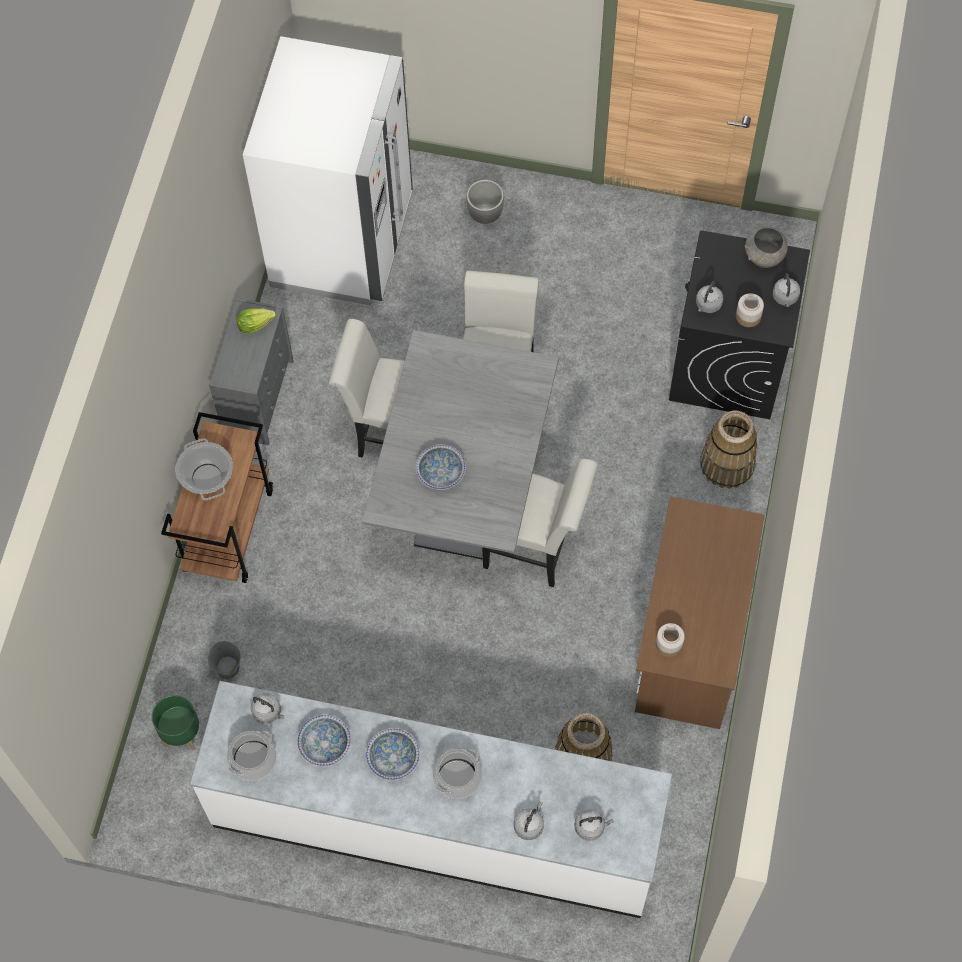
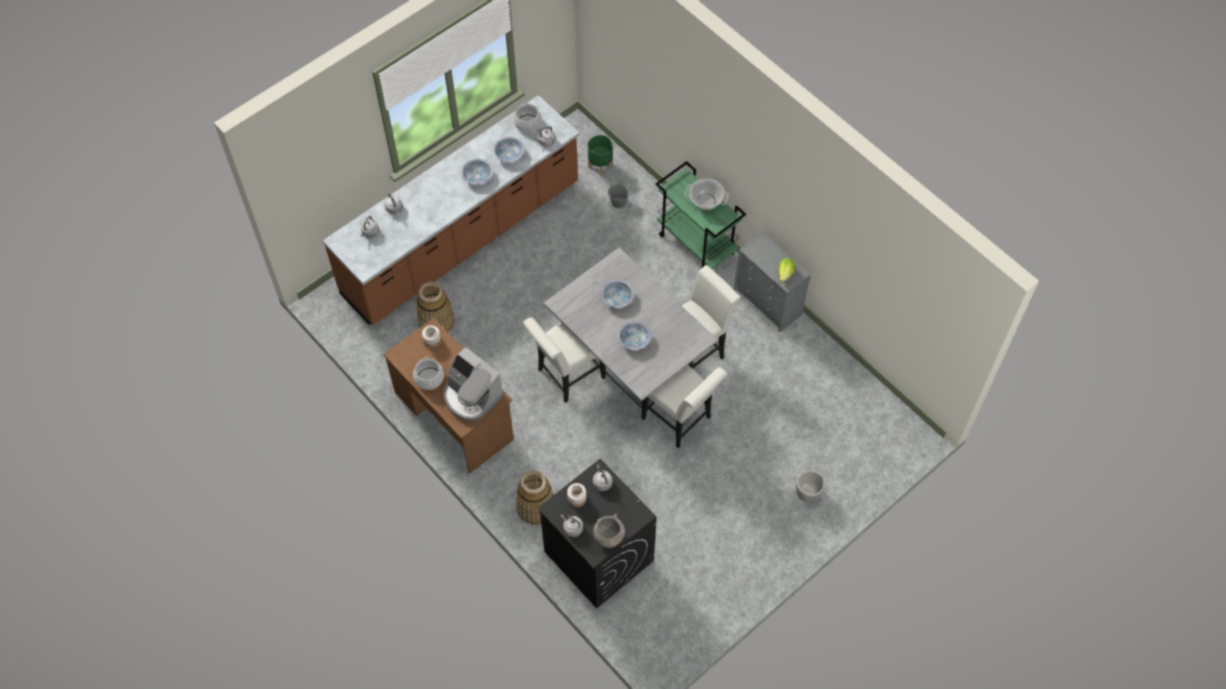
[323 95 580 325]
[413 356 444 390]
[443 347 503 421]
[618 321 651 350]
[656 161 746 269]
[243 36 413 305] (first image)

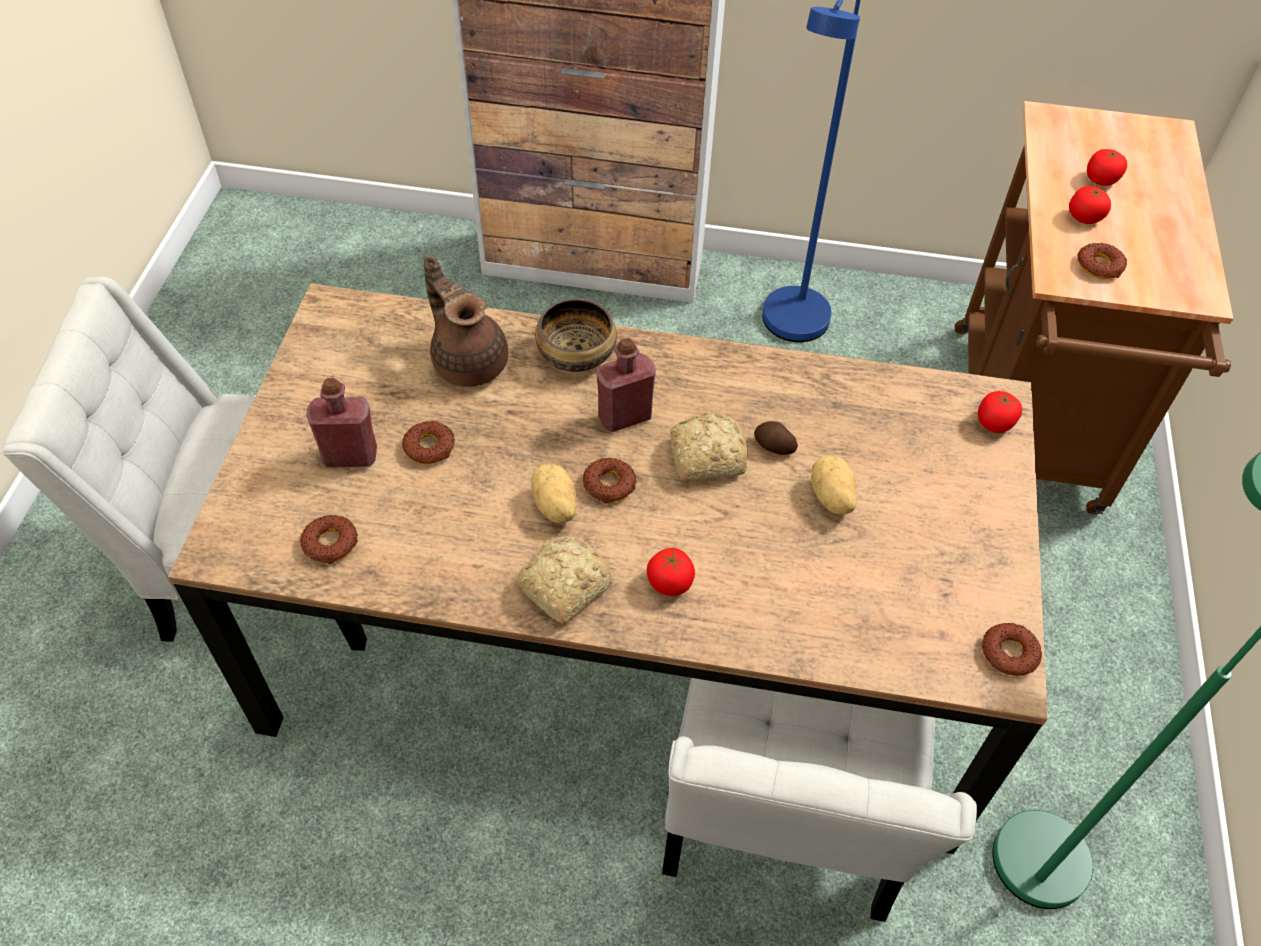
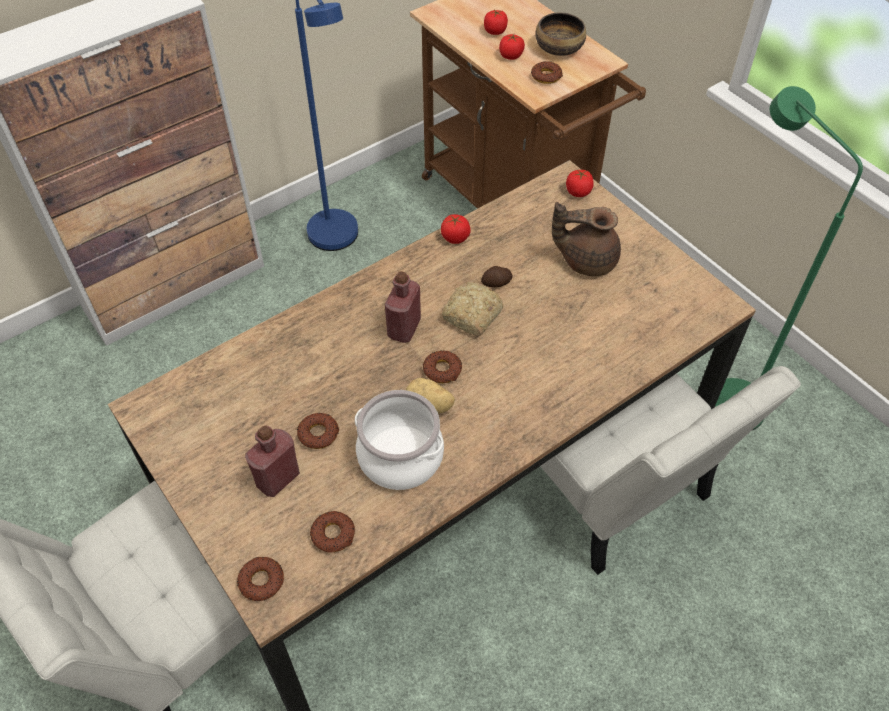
[237 557 284 601]
[355 390 444 490]
[441 214 471 244]
[535 13 586 56]
[552 202 621 276]
[517 536 613 624] (first image)
[811 455 857 515] (first image)

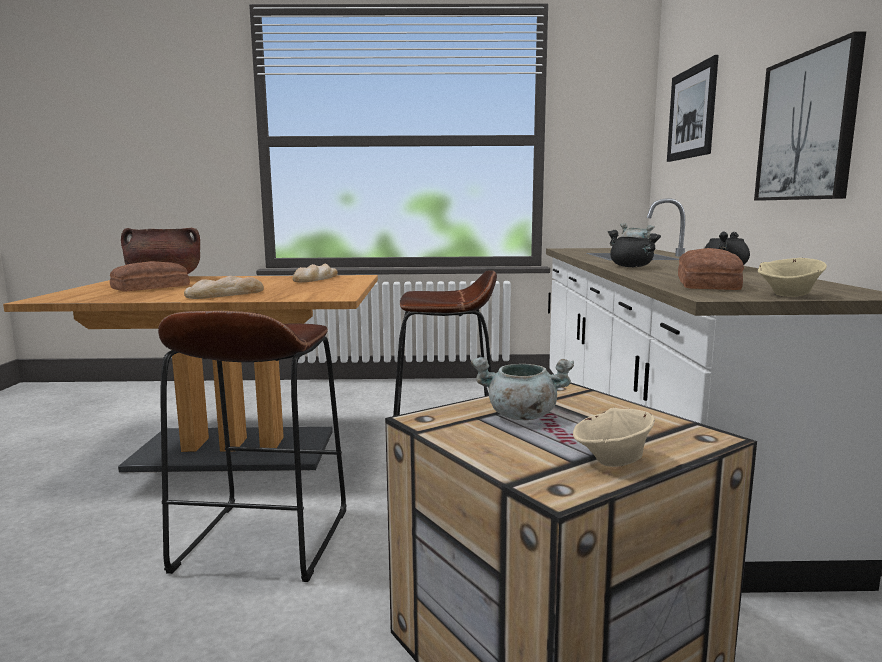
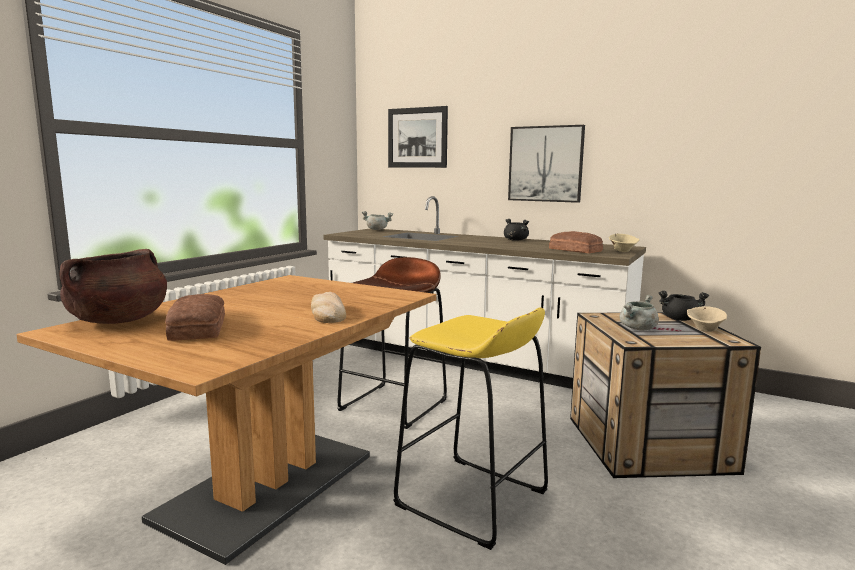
[393 307 548 550]
[659 291 709 321]
[292 264 338 282] (first image)

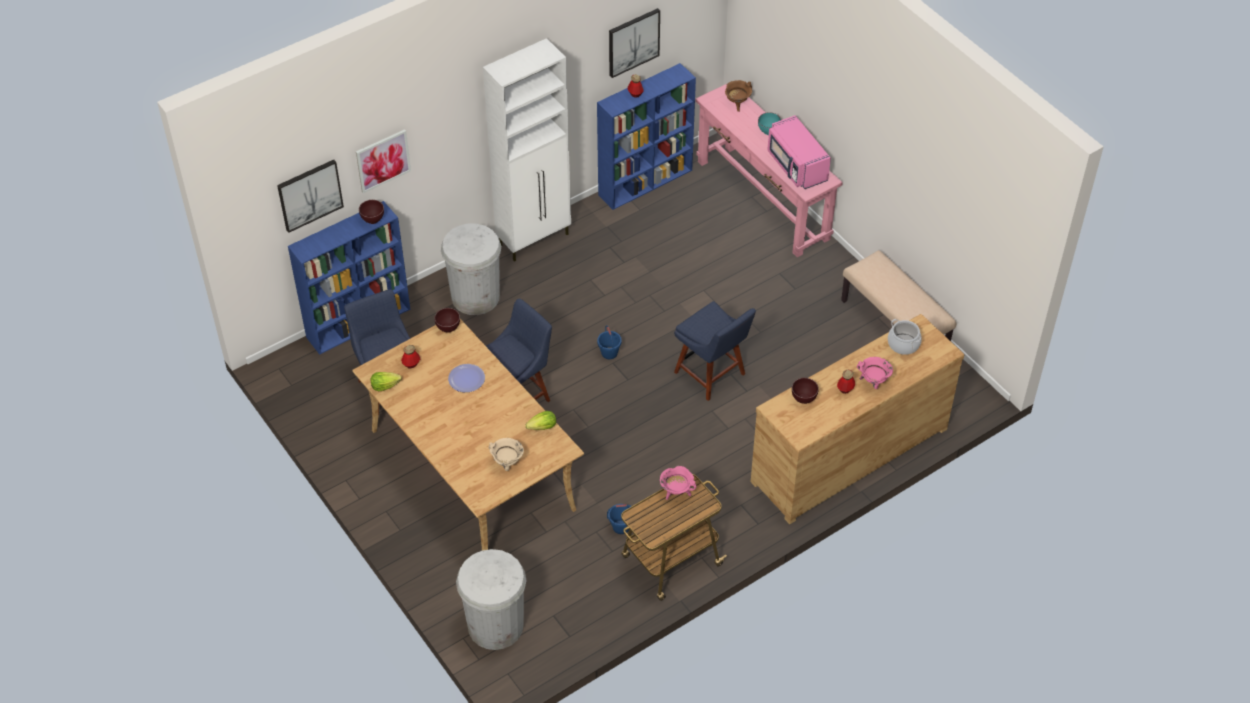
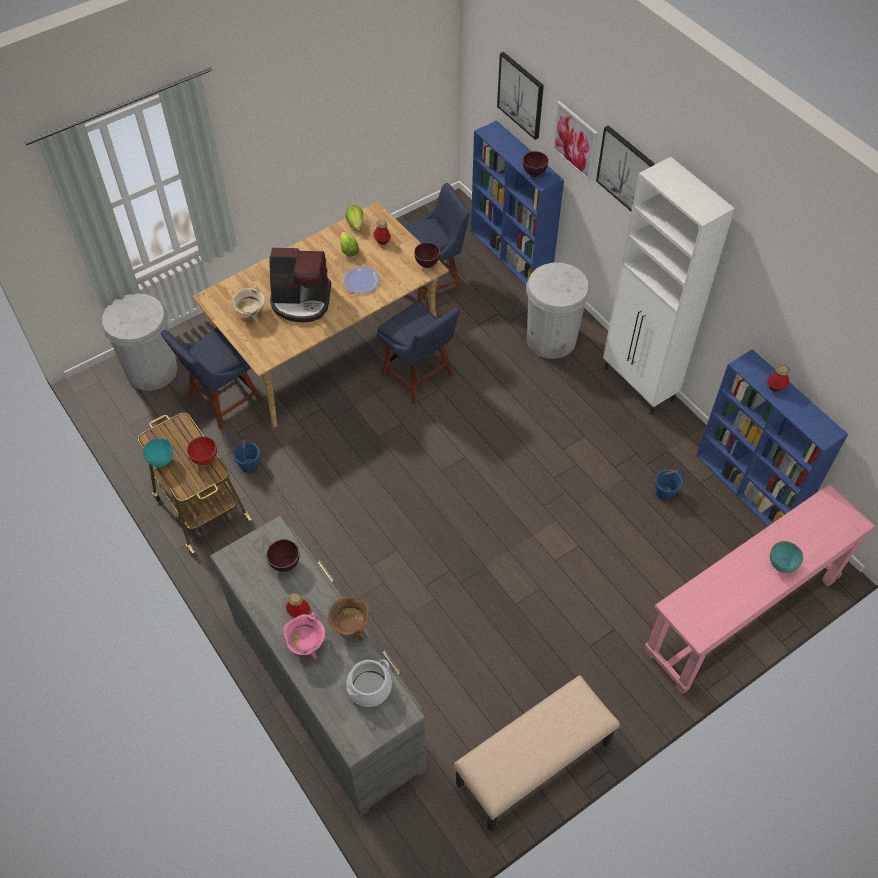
[143 438 173 467]
[161 327 262 429]
[187 437 217 465]
[210 516 426 816]
[269 248 331 322]
[328 597 369 641]
[340 231 359 257]
[596 125 655 211]
[654 469 684 501]
[767 115 831 189] (first image)

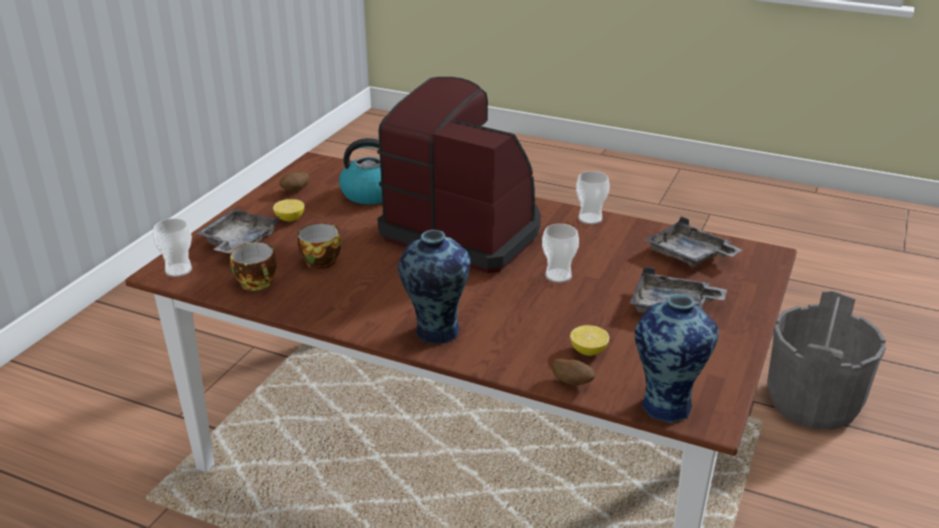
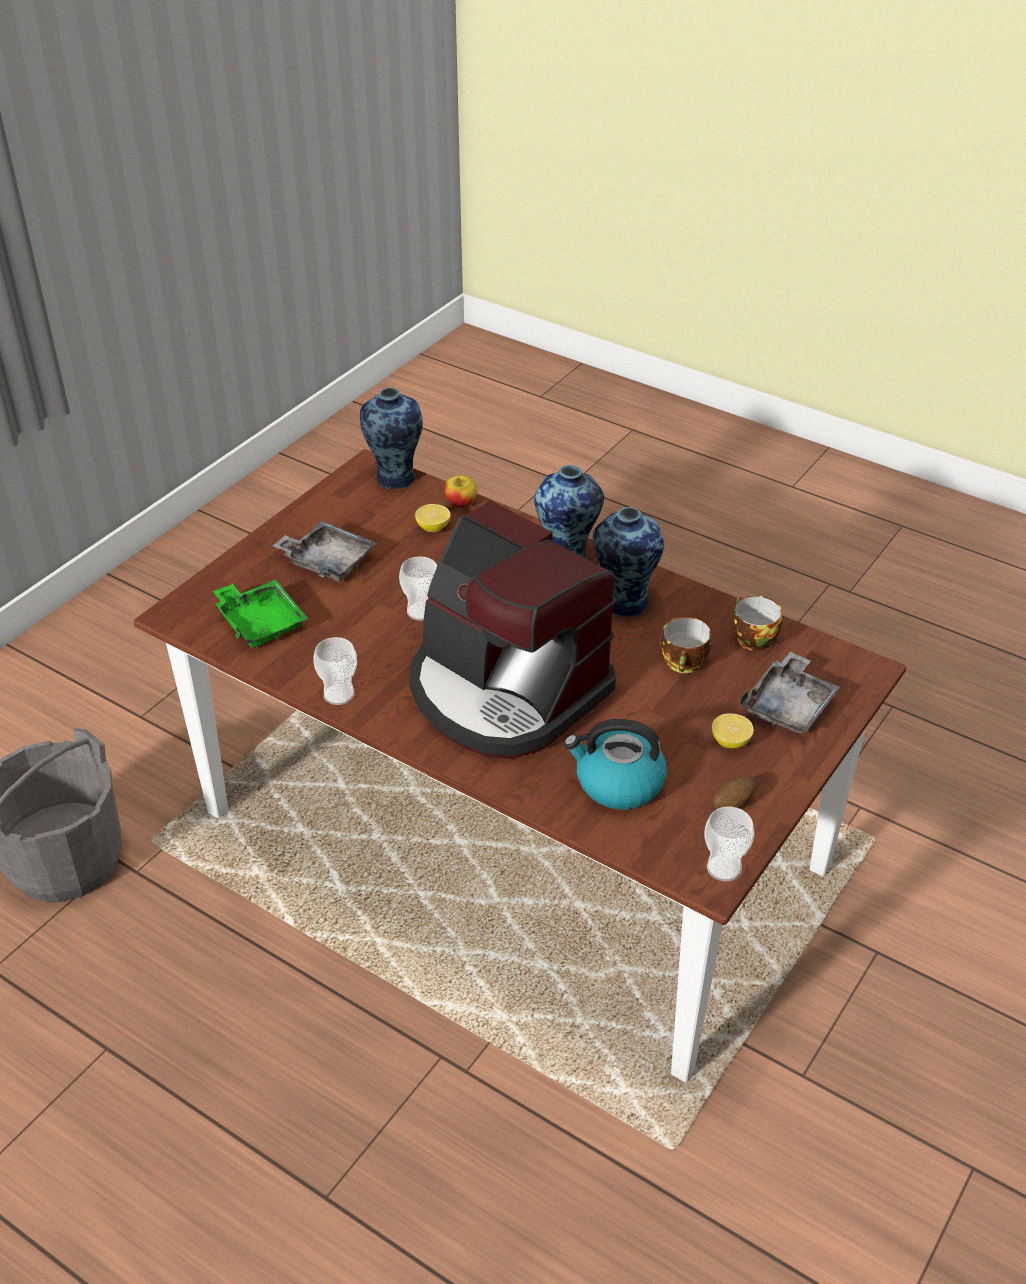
[213 580 308 648]
[444 475 477 508]
[593 507 664 617]
[704 806 754 881]

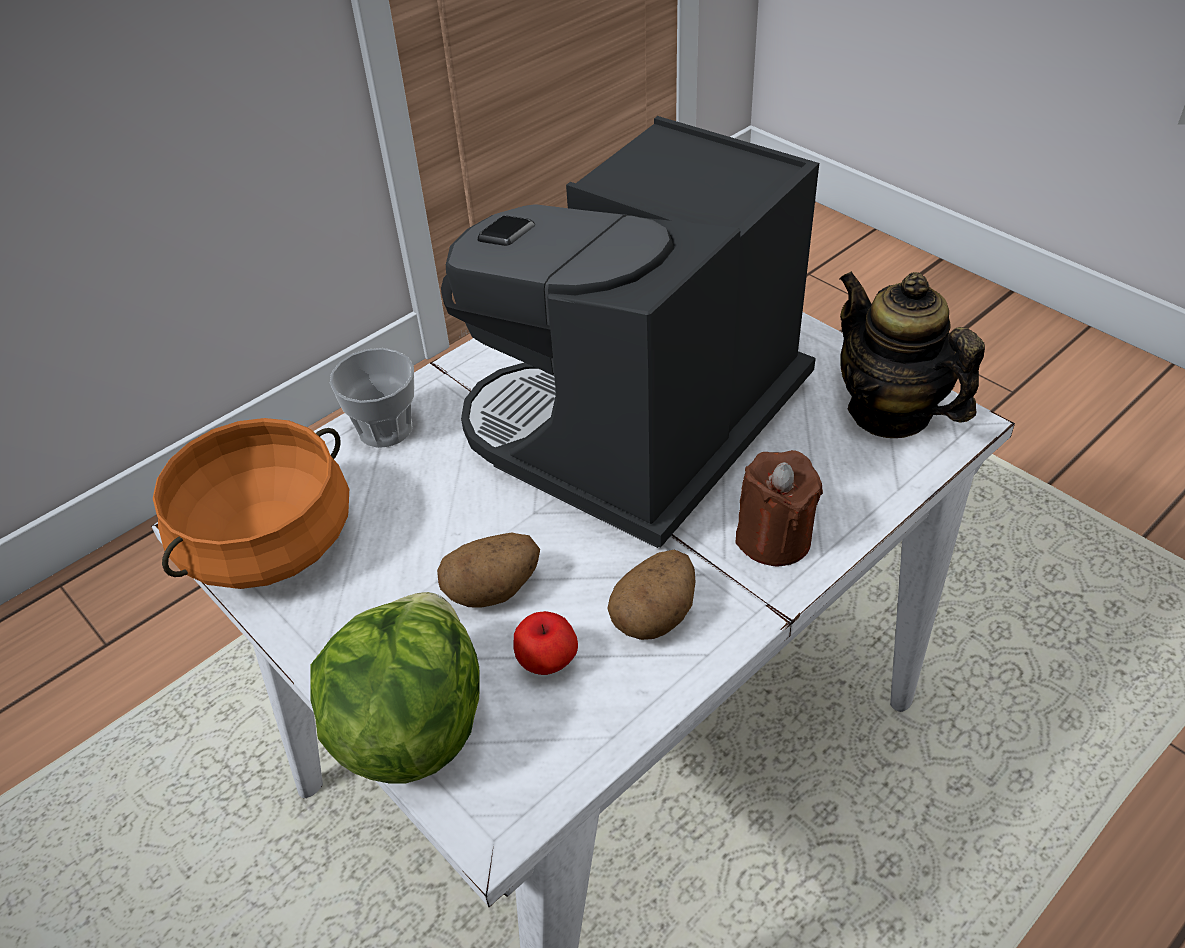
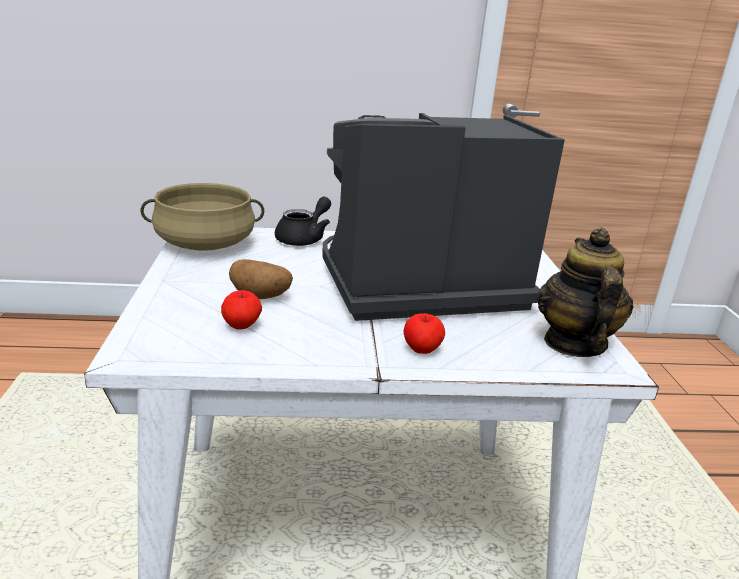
[141 183 264 251]
[275 197 331 246]
[404 313 445 354]
[310 592 480 783] (first image)
[607 549 695 640] (first image)

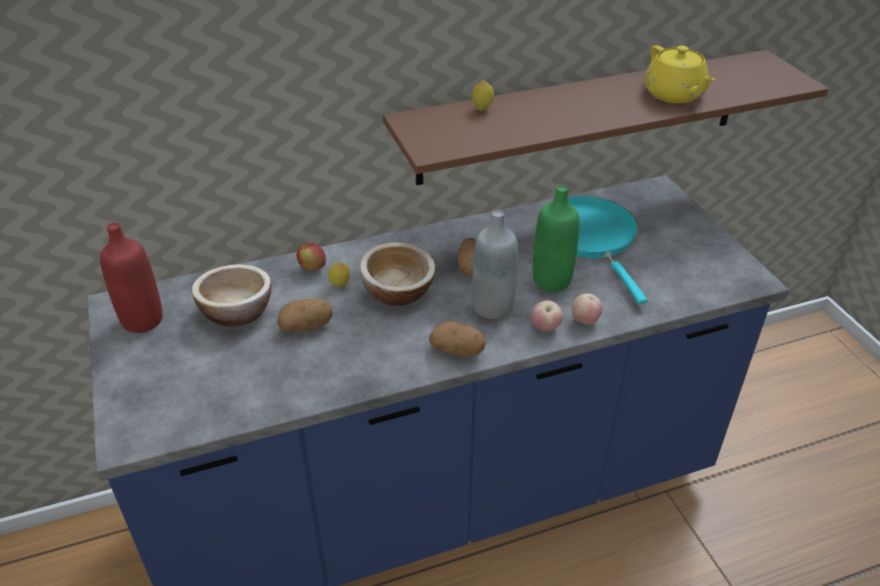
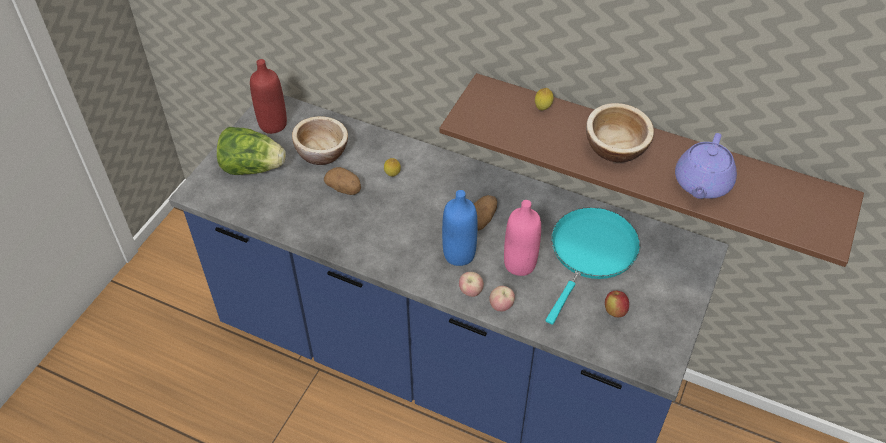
[217 127 286 175]
[442 190 477 266]
[504 200 541 276]
[586 103 654 163]
[605 291 629 317]
[675 133 737 199]
[429 321 485 357] (first image)

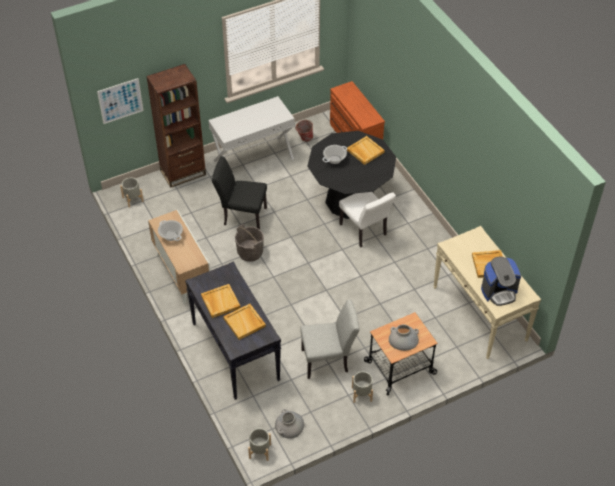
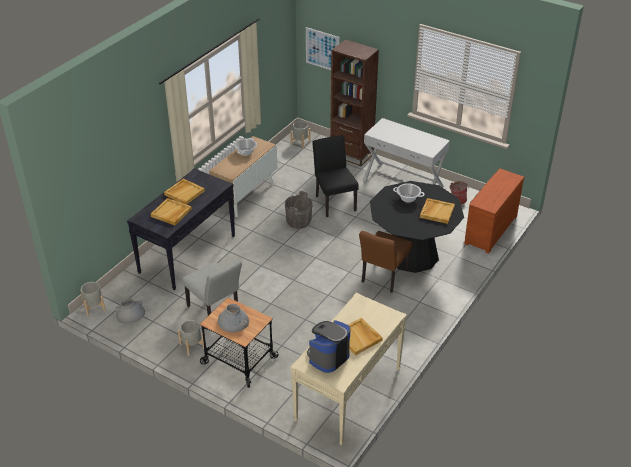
[307 320 350 373]
[359 231 412 293]

